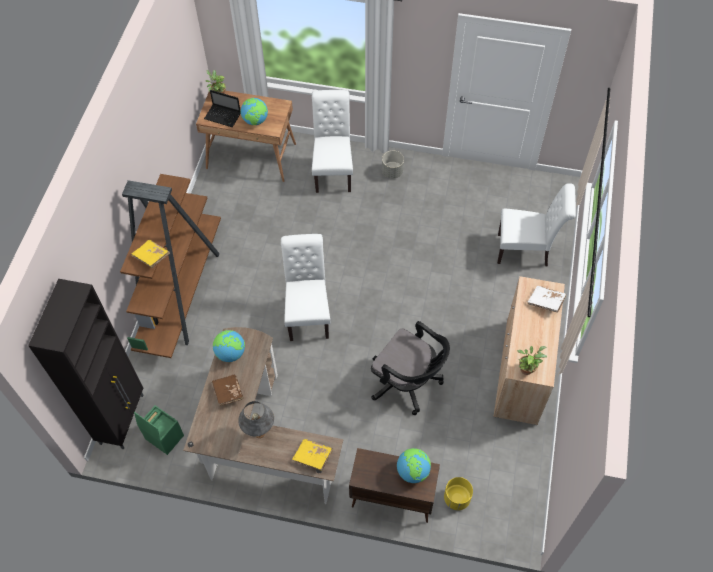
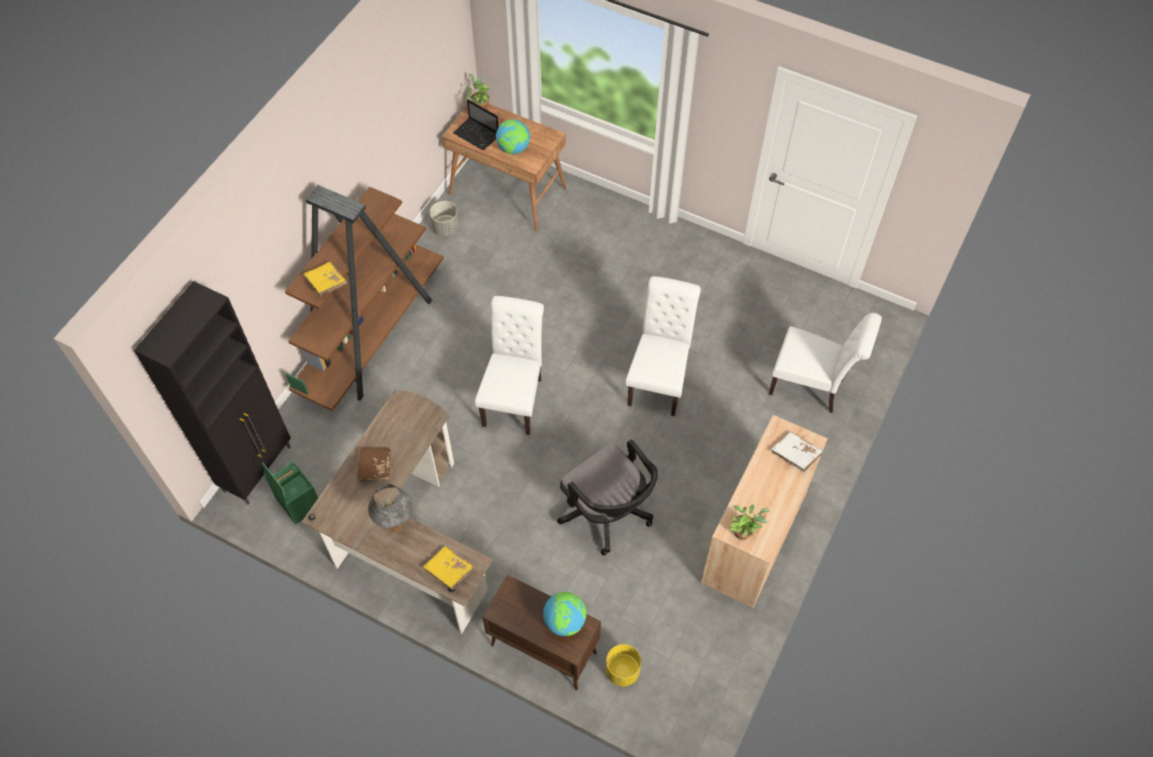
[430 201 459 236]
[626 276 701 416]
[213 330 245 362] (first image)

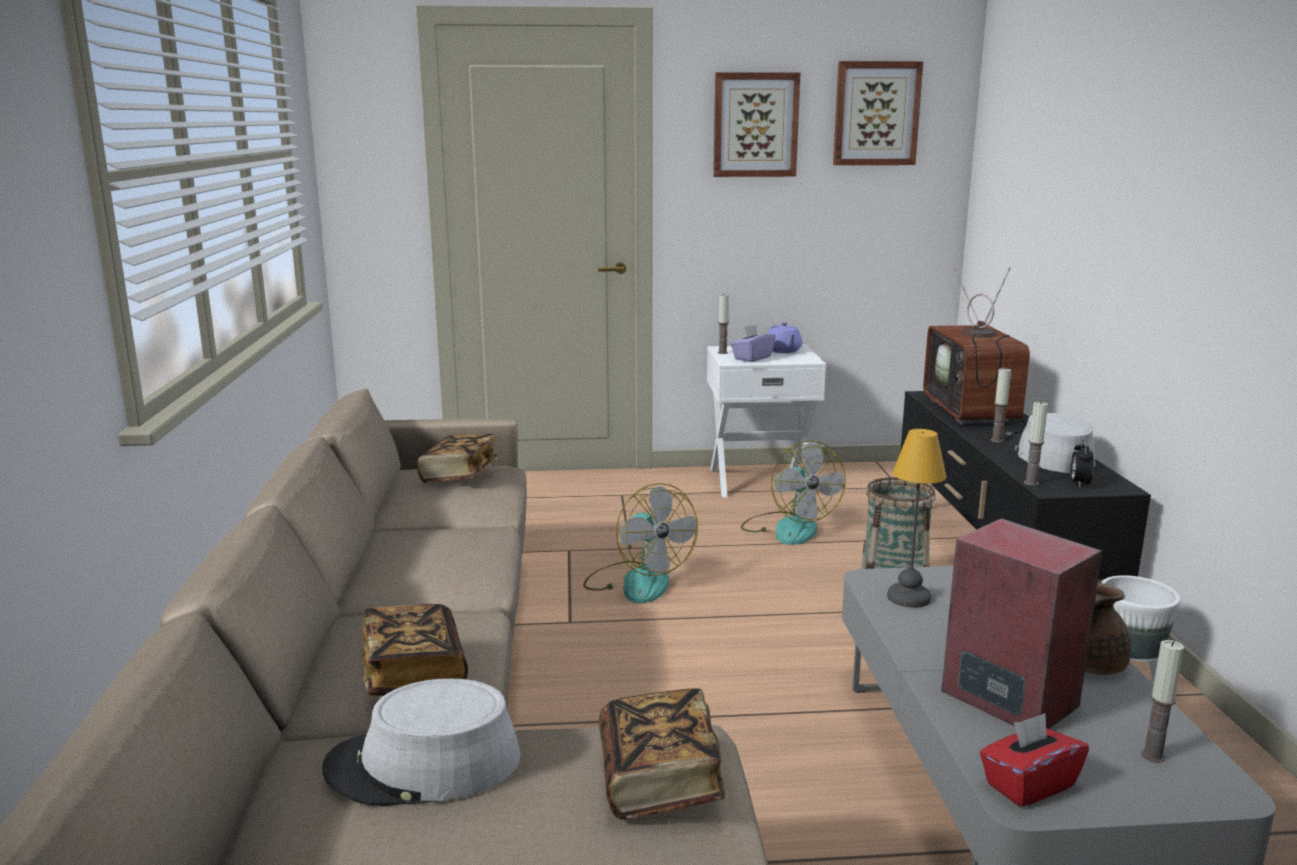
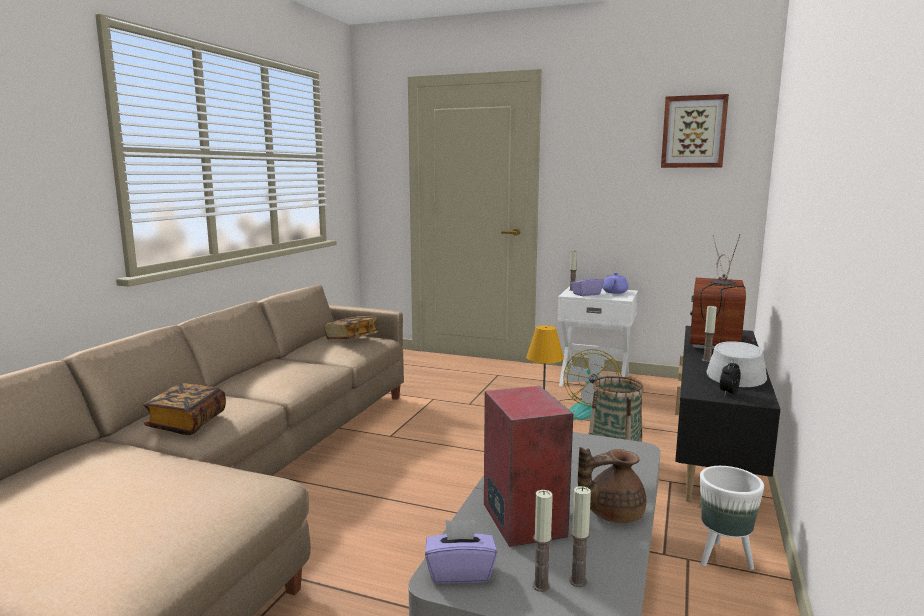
[425 520 497 584]
[533 490 553 592]
[322 678 520 806] (first image)
[583 483 698 603] (first image)
[599 688 725 820] (first image)
[713 72 800 177] (first image)

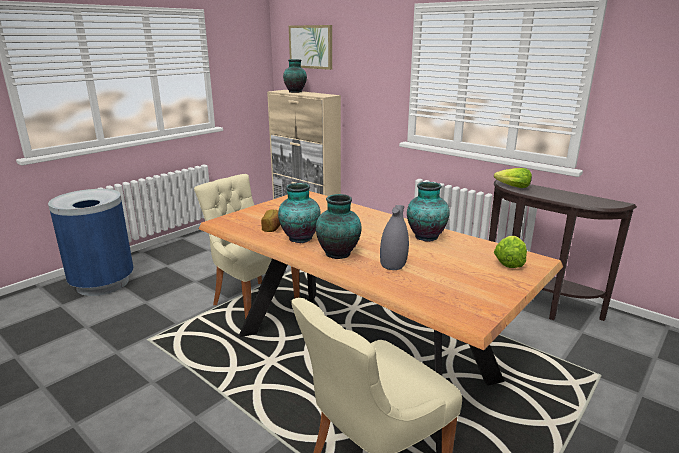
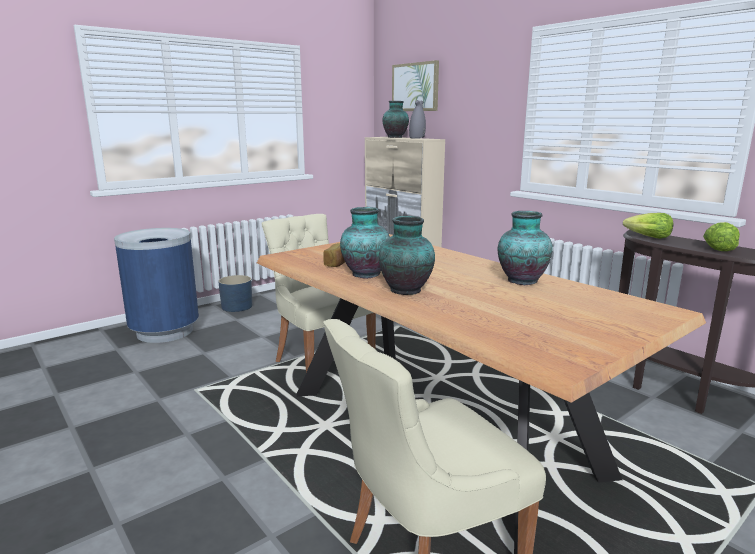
[218 275 252 312]
[409 100 426 139]
[703 222 740 251]

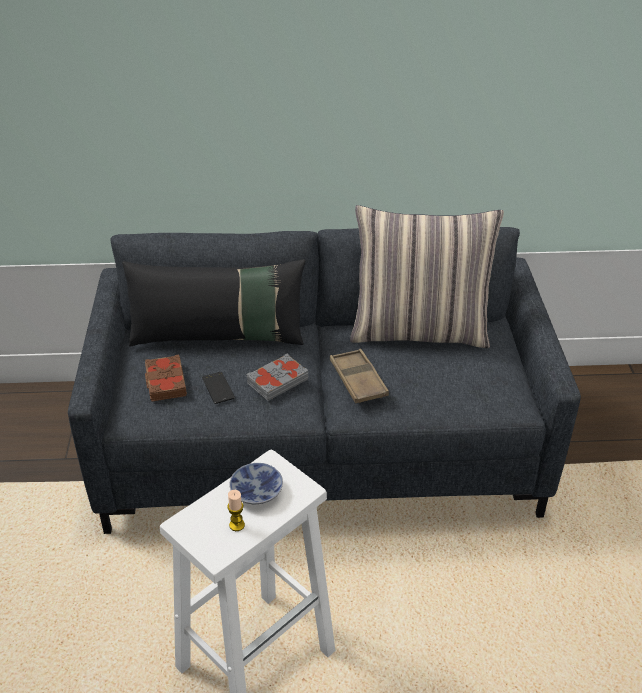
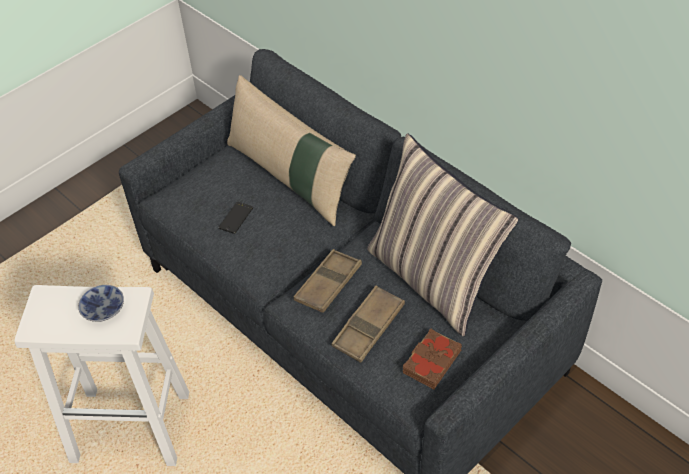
[227 75 356 226]
[331 285 405 363]
[403 328 462 389]
[227 490 245 531] (first image)
[246 354 308 401] (first image)

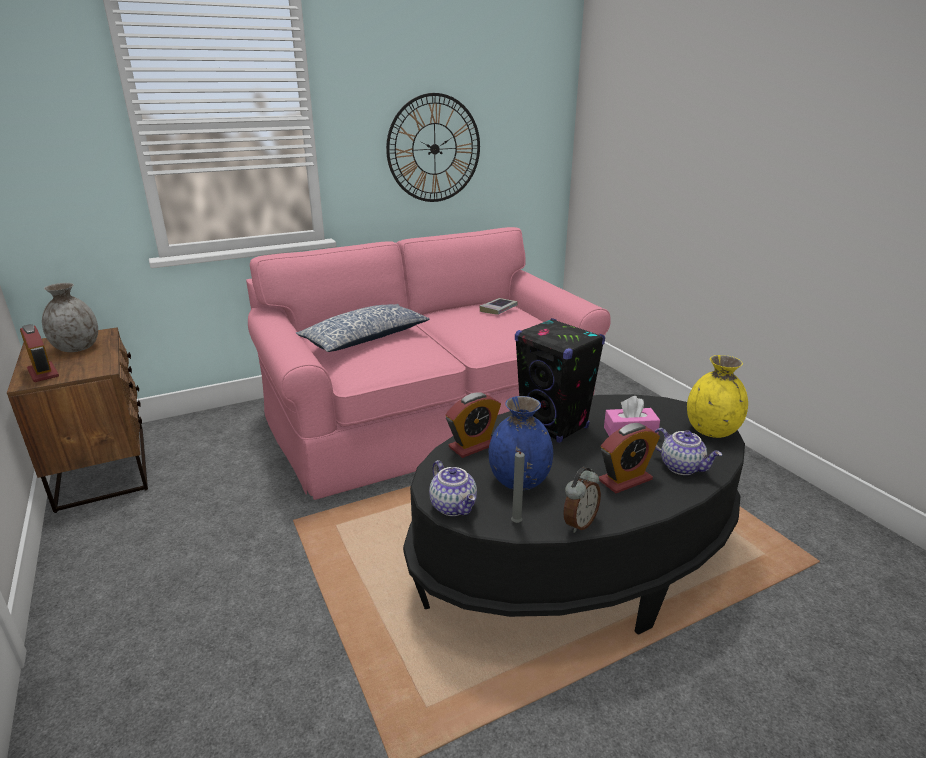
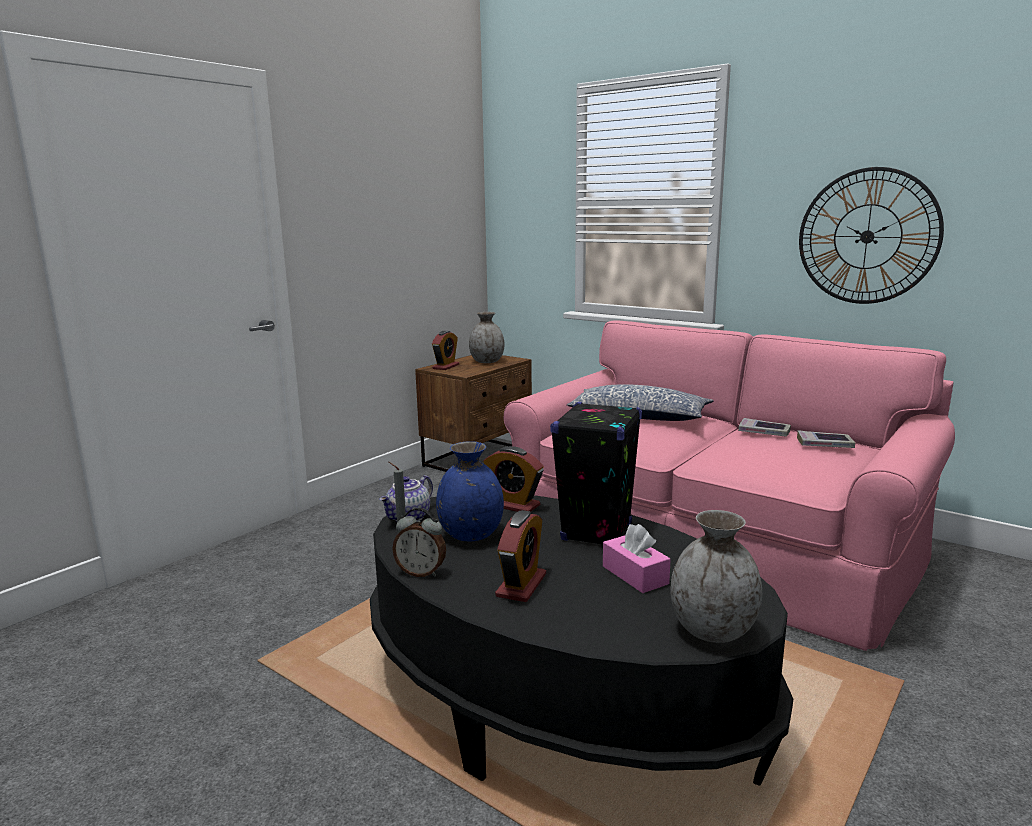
[495 510 546 602]
[670 510 762 643]
[738 418 791 437]
[654 428 722 475] (first image)

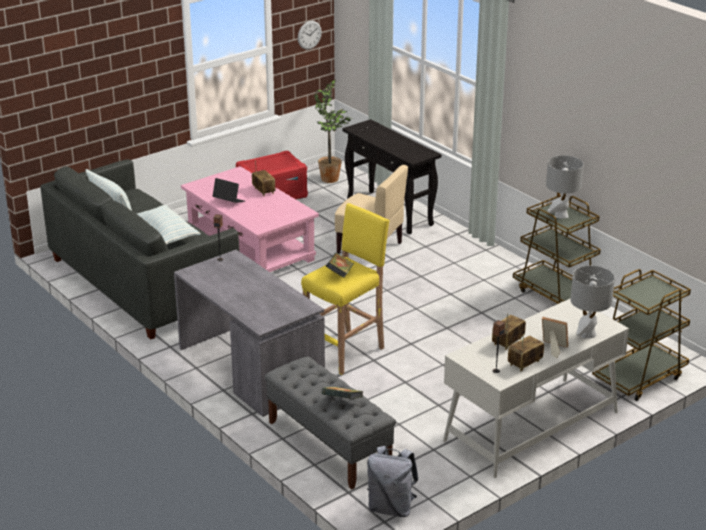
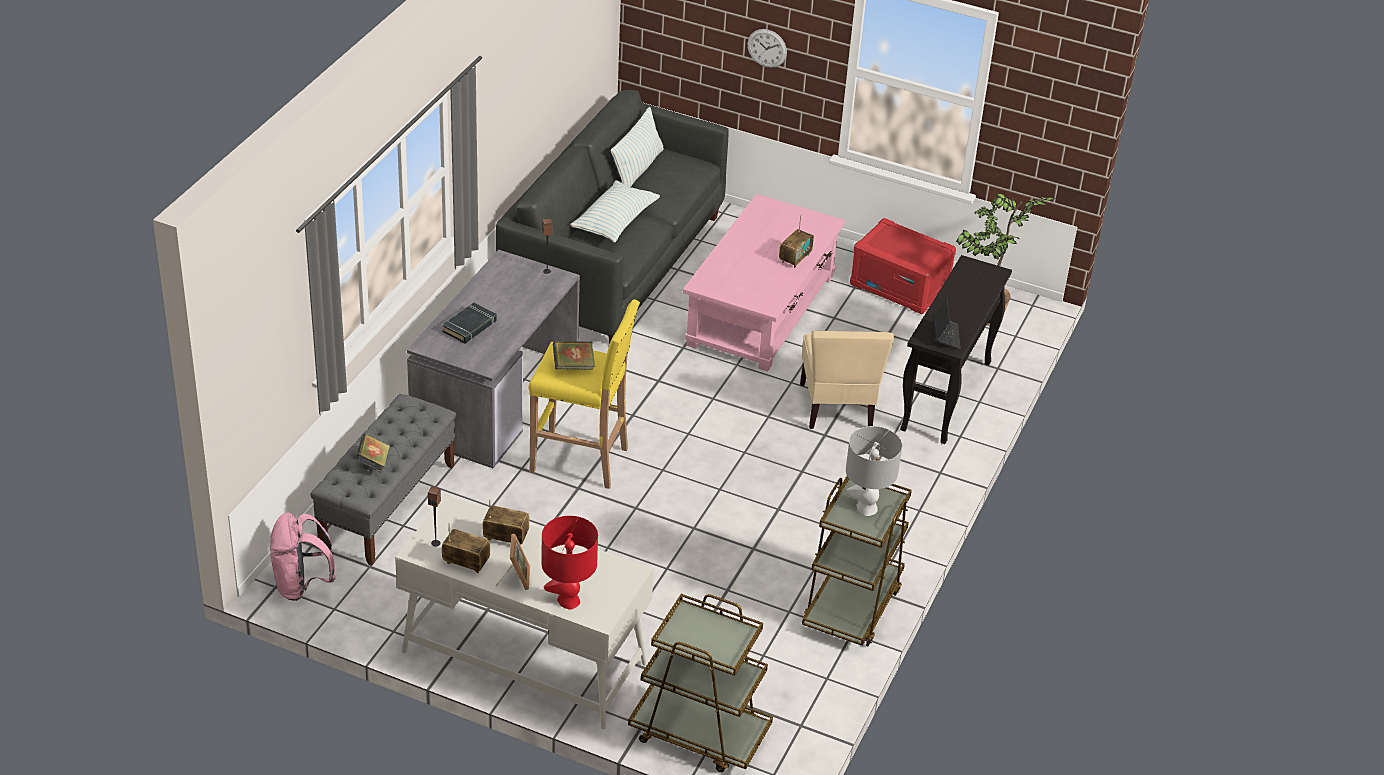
[270 513 335 601]
[442 303 497 344]
[541 516 598 610]
[747 29 787 68]
[934 297 961 349]

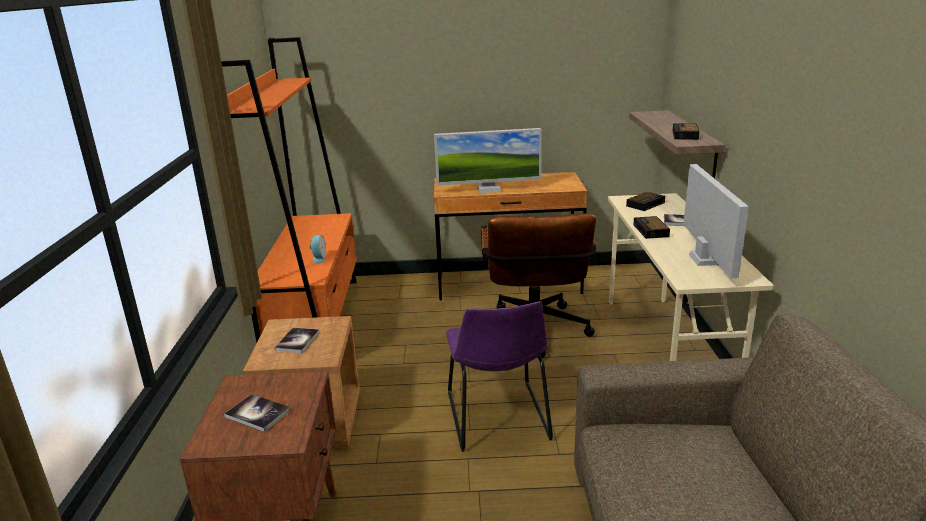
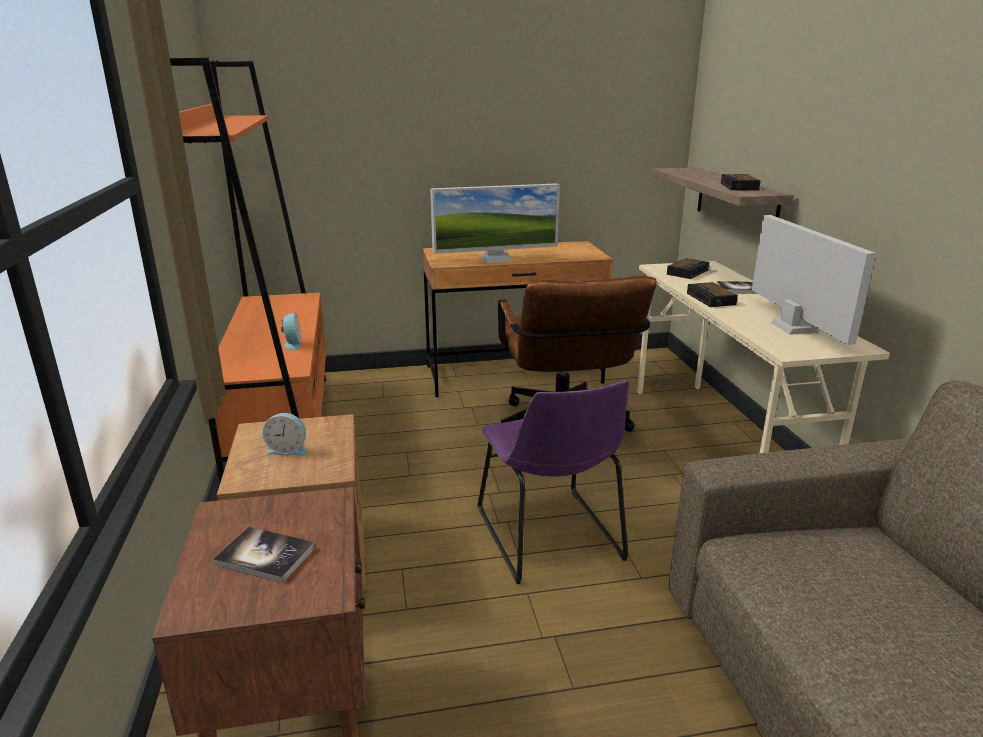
[262 413 307 456]

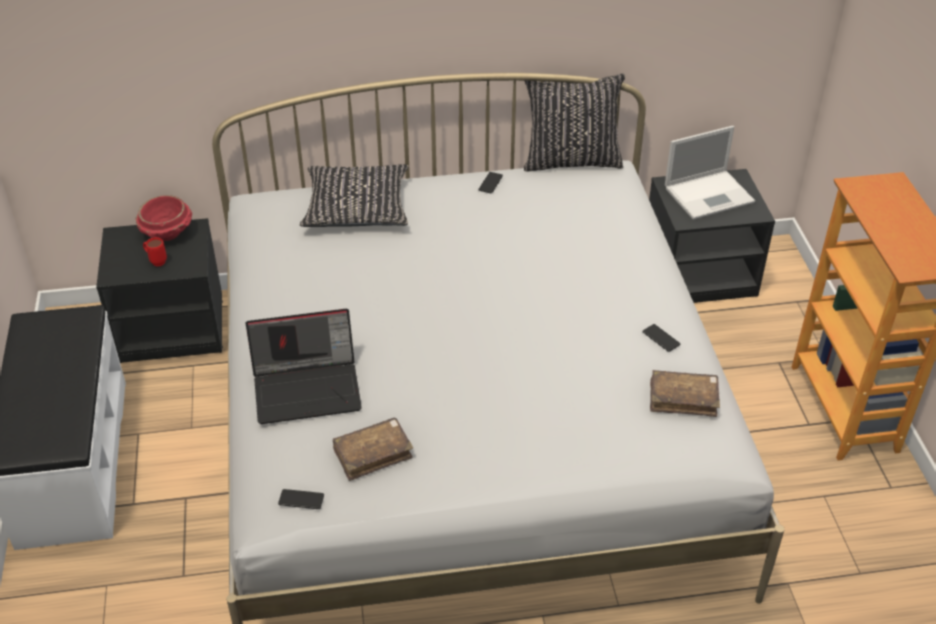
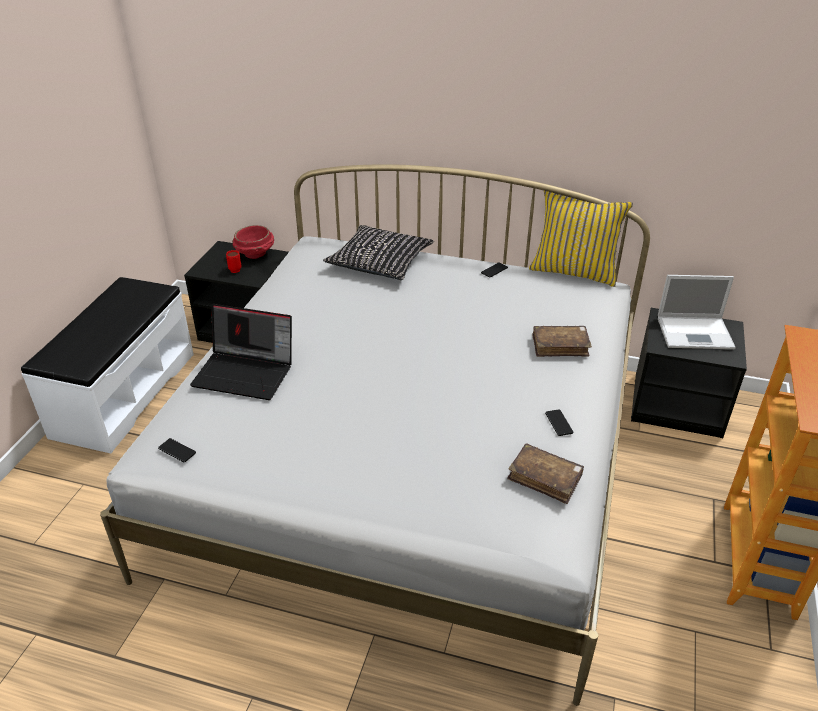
[529 191 633 287]
[532 326 592 357]

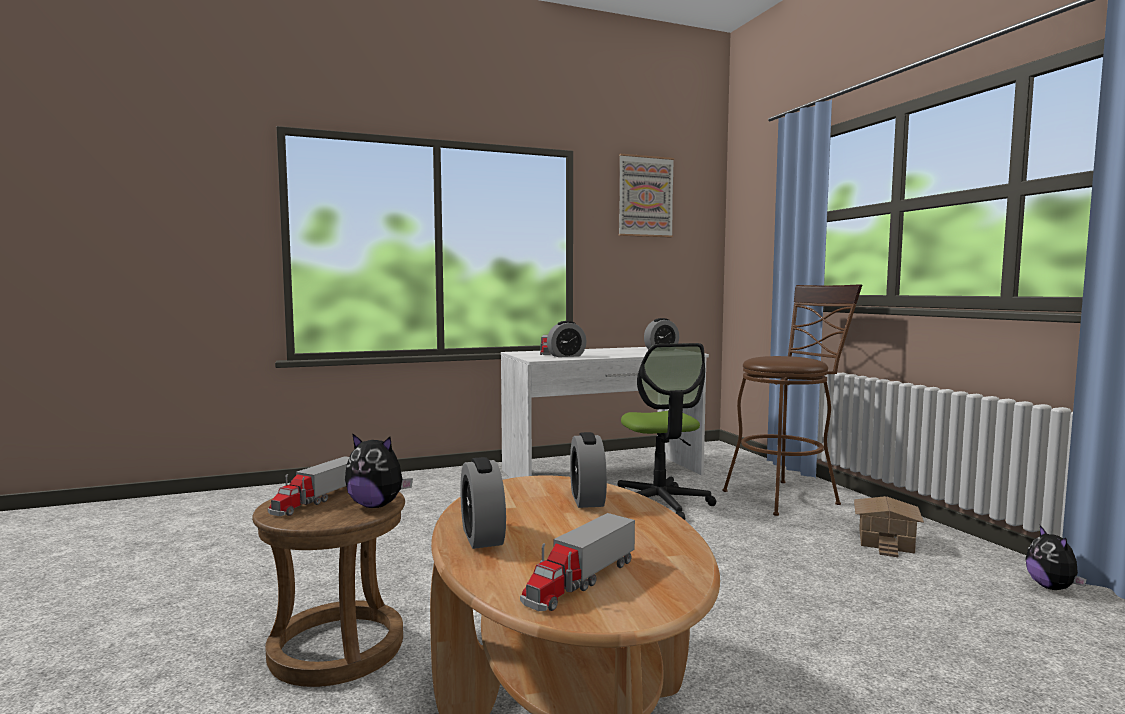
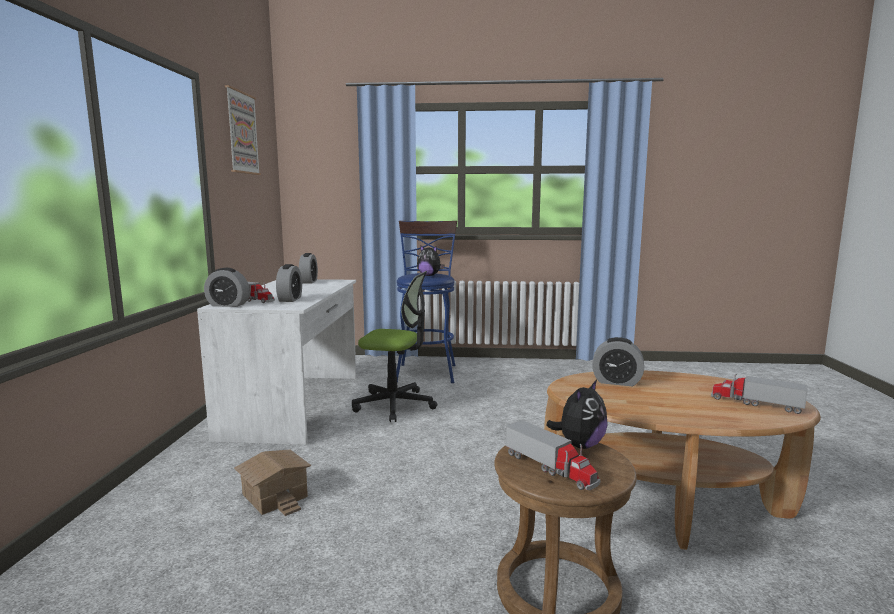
[204 268 249 307]
[234 450 312 516]
[396 221 457 383]
[417 245 445 276]
[711 374 807 414]

